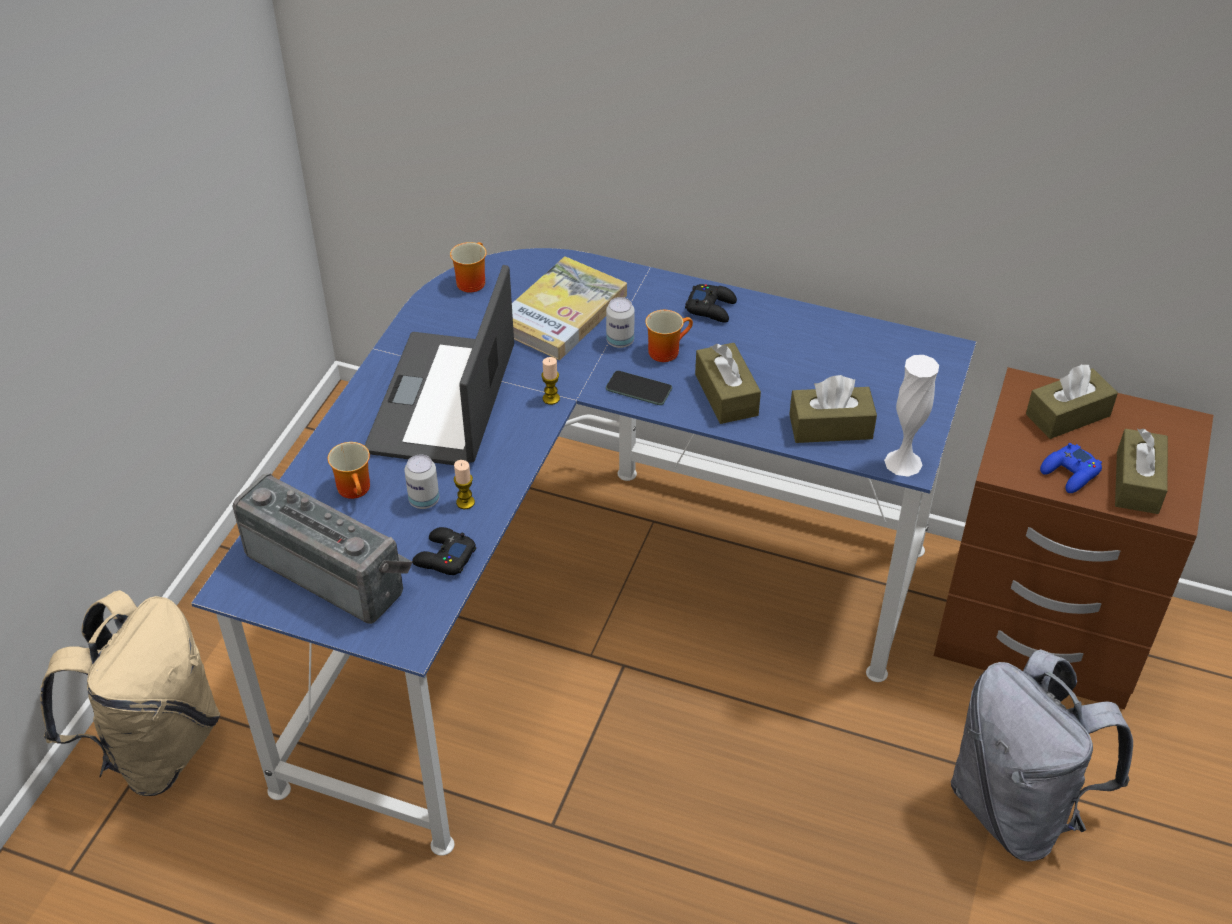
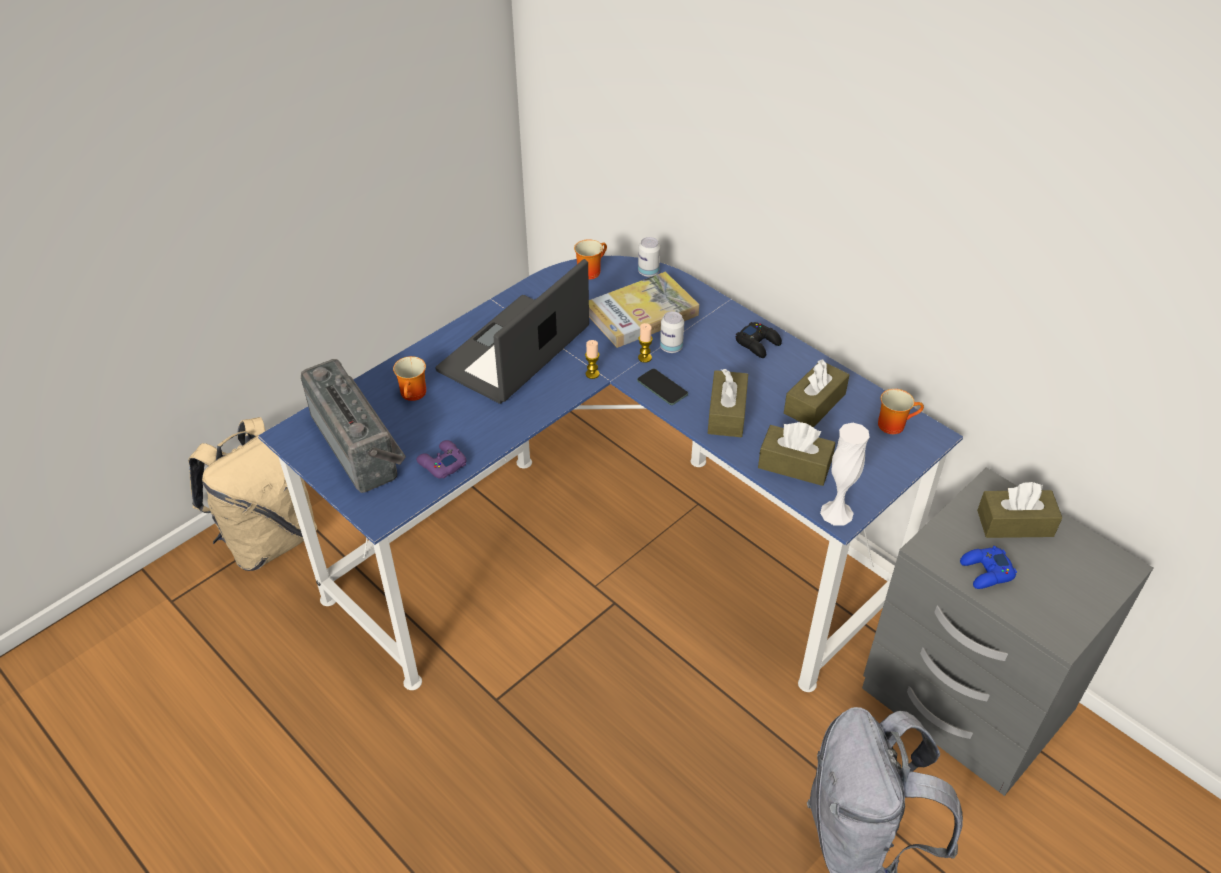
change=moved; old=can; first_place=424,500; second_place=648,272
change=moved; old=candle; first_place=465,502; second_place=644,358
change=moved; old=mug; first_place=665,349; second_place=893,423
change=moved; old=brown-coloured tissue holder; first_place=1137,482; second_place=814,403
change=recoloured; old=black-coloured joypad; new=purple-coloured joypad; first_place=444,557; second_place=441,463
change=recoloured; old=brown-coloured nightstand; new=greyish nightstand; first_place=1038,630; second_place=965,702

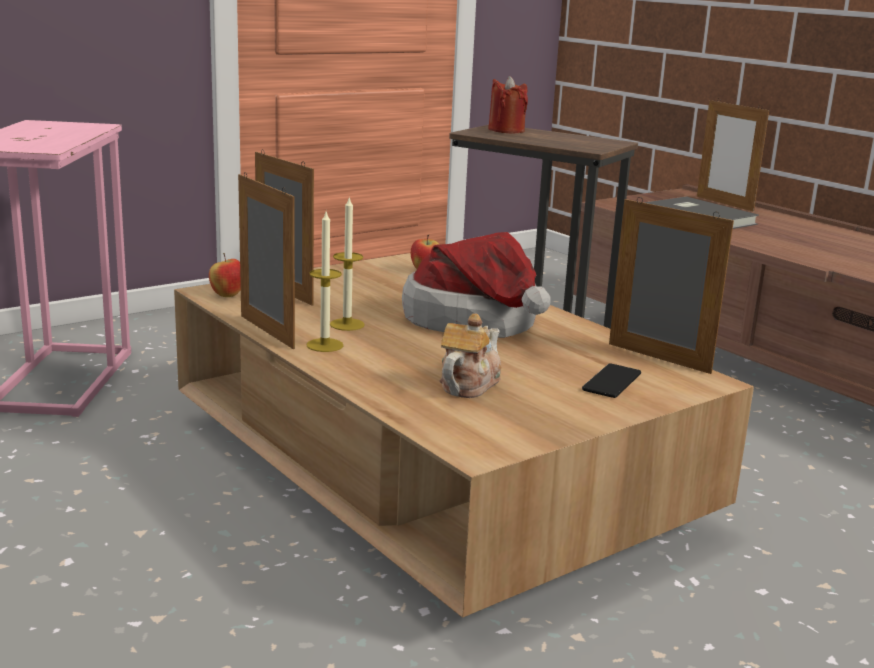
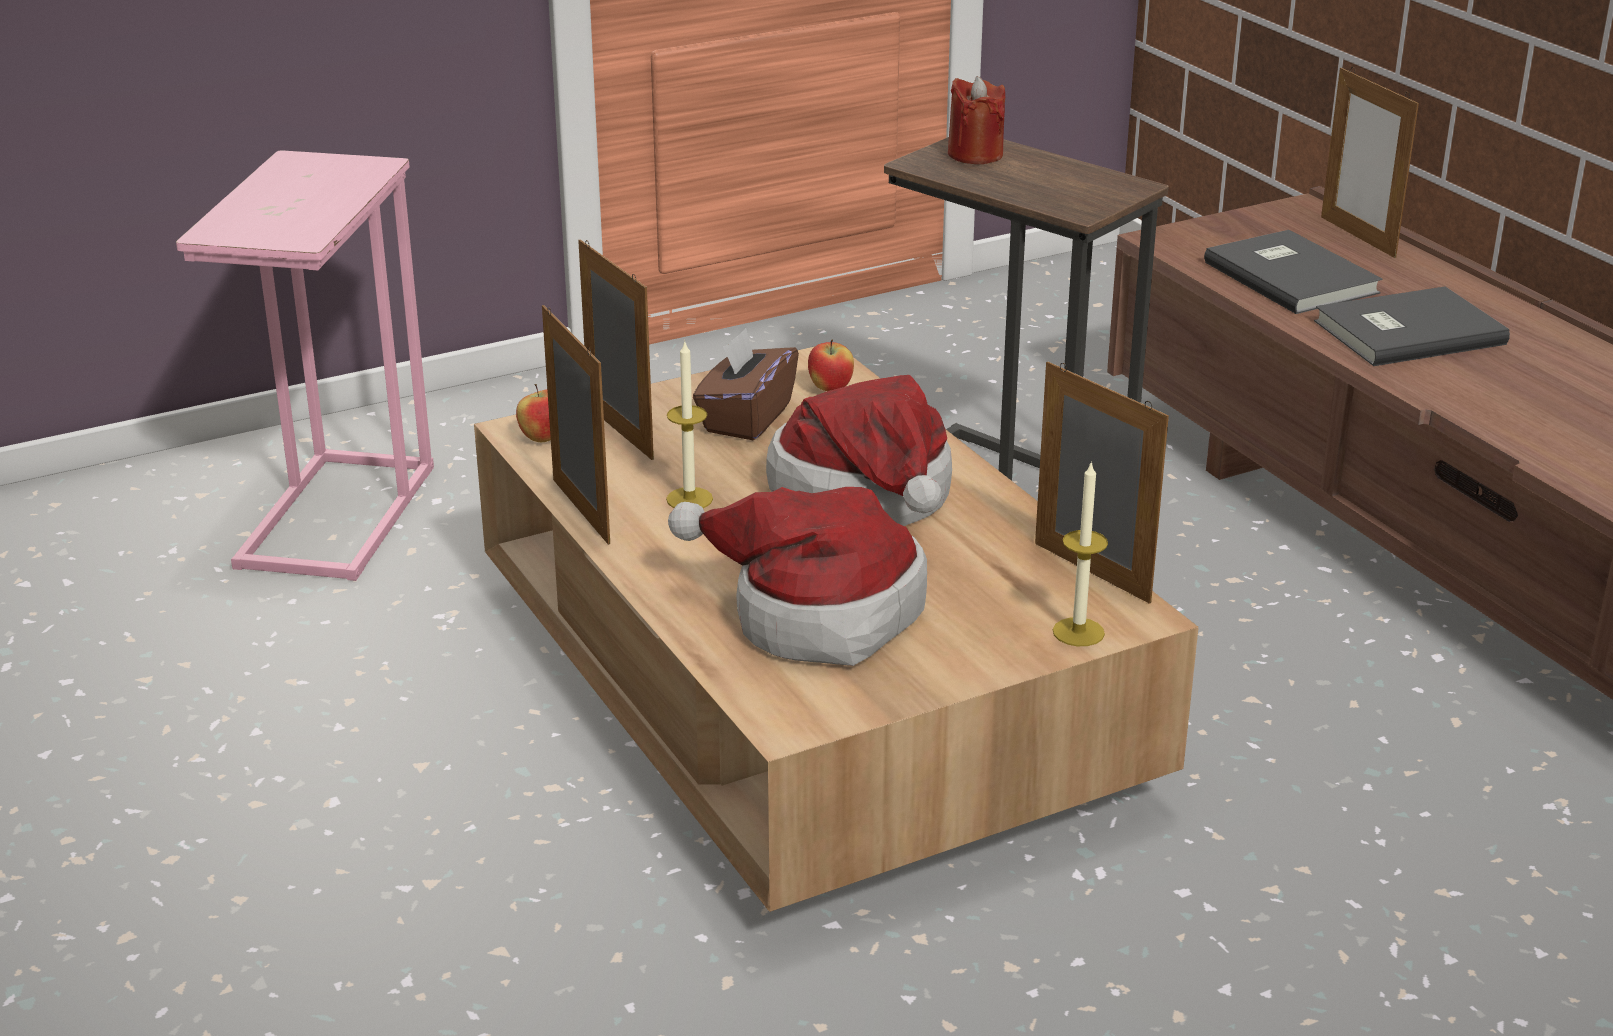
change=removed; old=handset; first_place=611,382
change=added; new=brown-coloured tissue holder; second_place=746,418
change=added; new=greyish bound book; second_place=1404,331
change=moved; old=candle; first_place=325,345; second_place=1078,632
change=replaced; old=pot for tea; new=hat; first_place=468,385; second_place=814,614

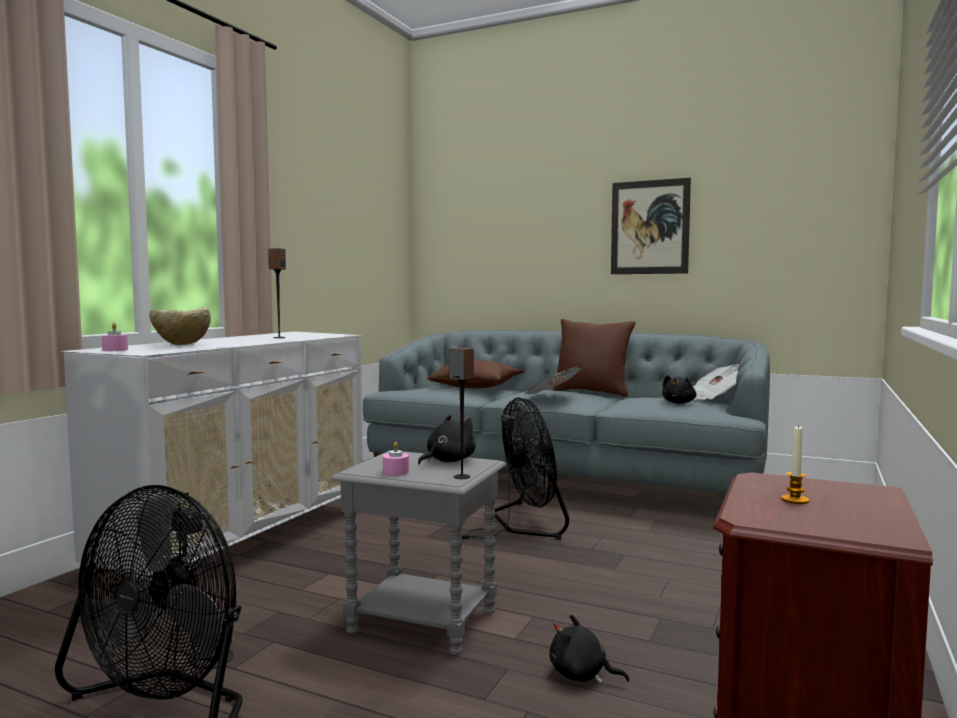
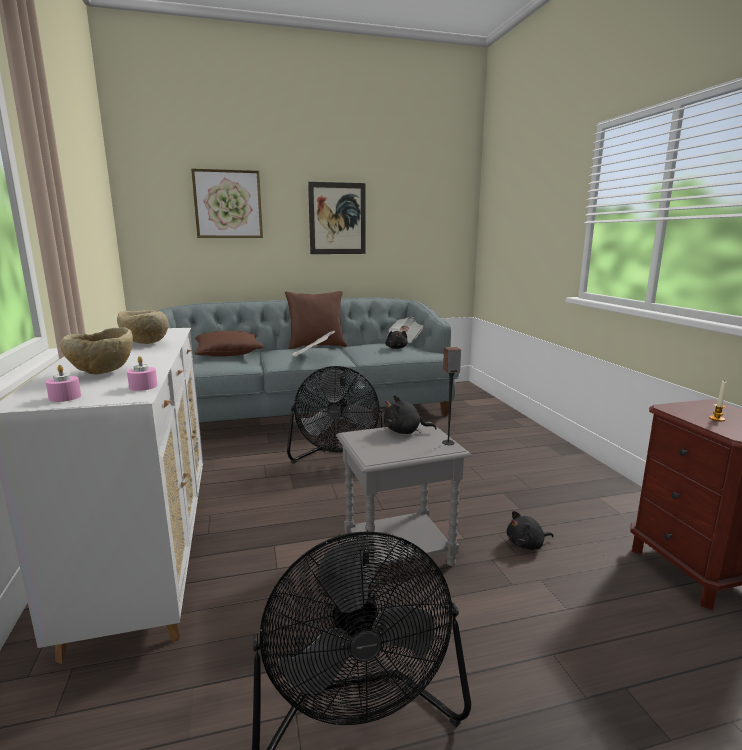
change=added; new=wall art; second_place=228,204
change=moved; old=pink-coloured candle; first_place=395,472; second_place=143,386
change=replaced; old=speaker; new=beige deep dish; first_place=279,337; second_place=144,344
change=turned; old=black-coloured cuddly toy; first_place=448,461; second_place=405,431; degrees=-90
change=turned; old=black-coloured electric fan; first_place=517,523; second_place=335,456; degrees=150

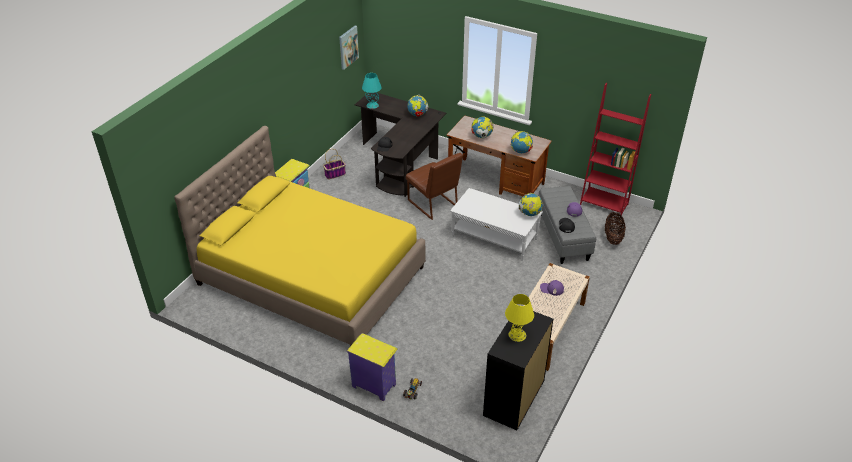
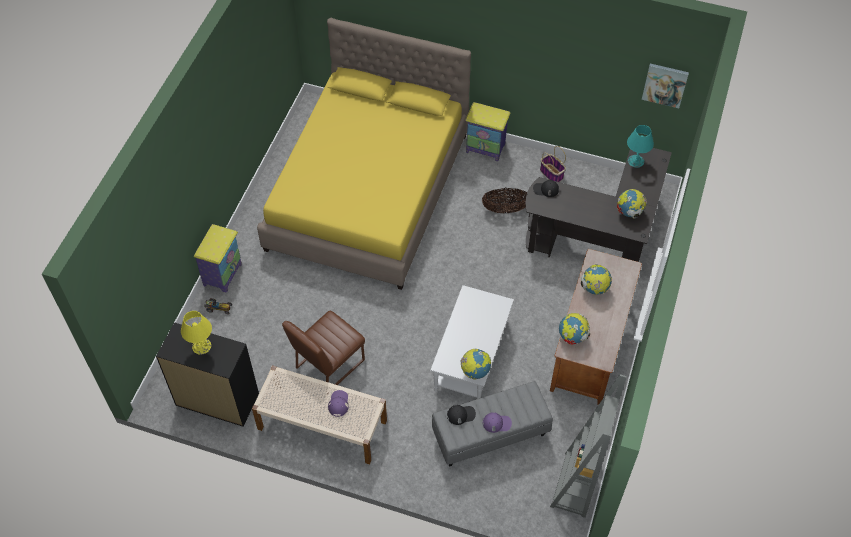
change=moved; old=brown-coloured plain chair; first_place=433,204; second_place=328,365
change=moved; old=storage basket; first_place=613,237; second_place=505,209
change=recoloured; old=red bookcase; new=greyish bookcase; first_place=604,204; second_place=575,485

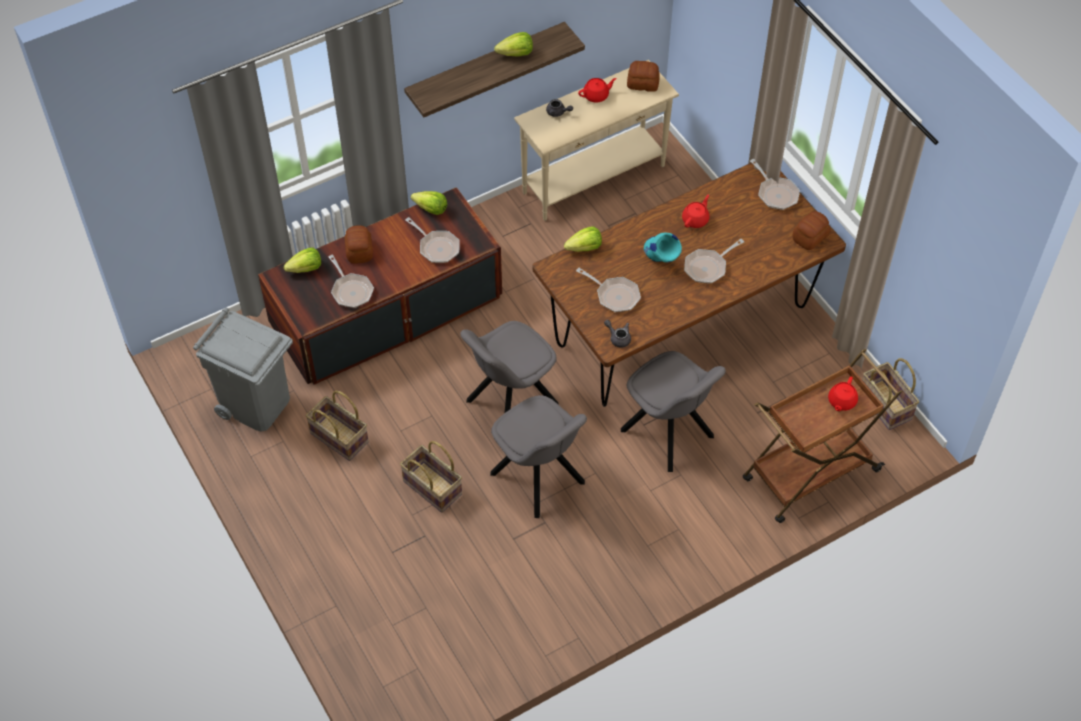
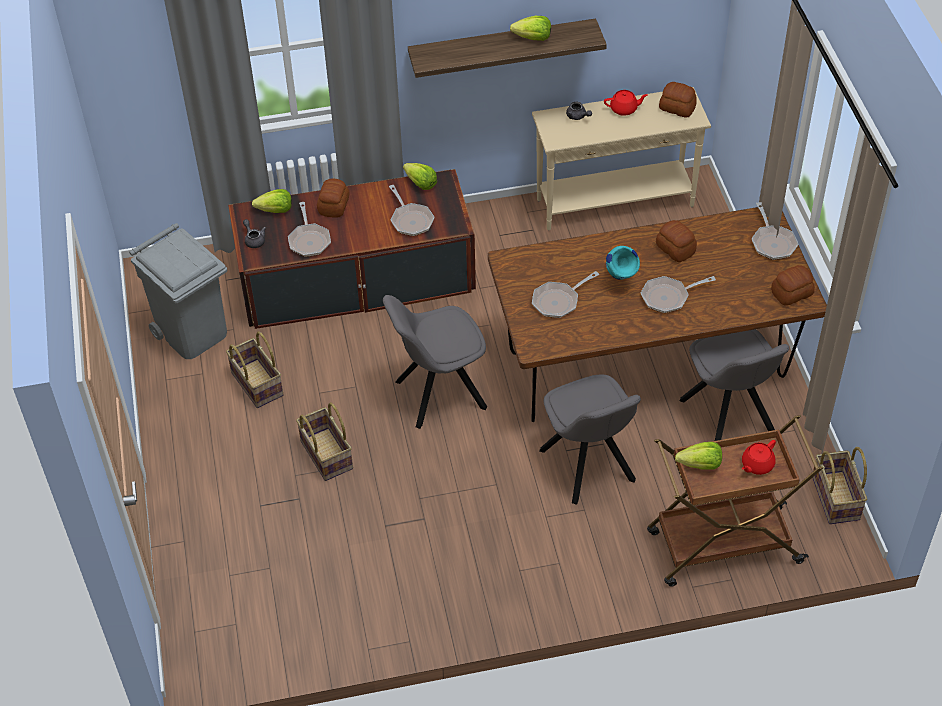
change=moved; old=greyish plain chair; first_place=538,478; second_place=728,416
change=moved; old=lettuce head; first_place=584,248; second_place=700,465
change=moved; old=greyish pot for tea; first_place=618,338; second_place=254,239
change=replaced; old=red pot for tea; new=bakery bread; first_place=695,220; second_place=675,248
change=turned; old=skillet; first_place=614,295; second_place=558,301; degrees=90

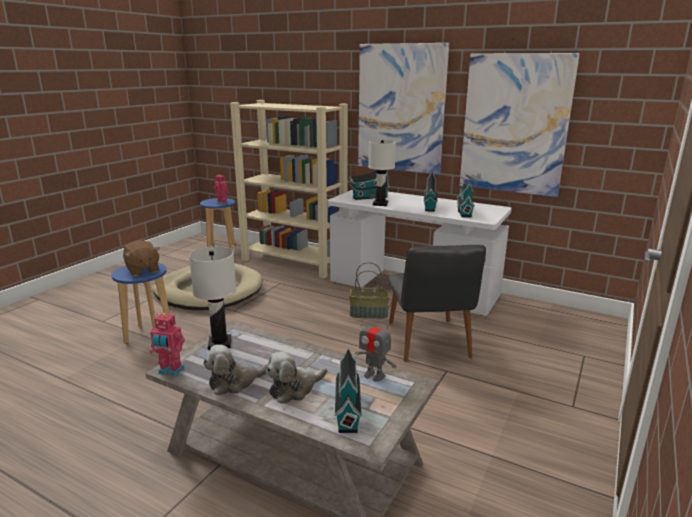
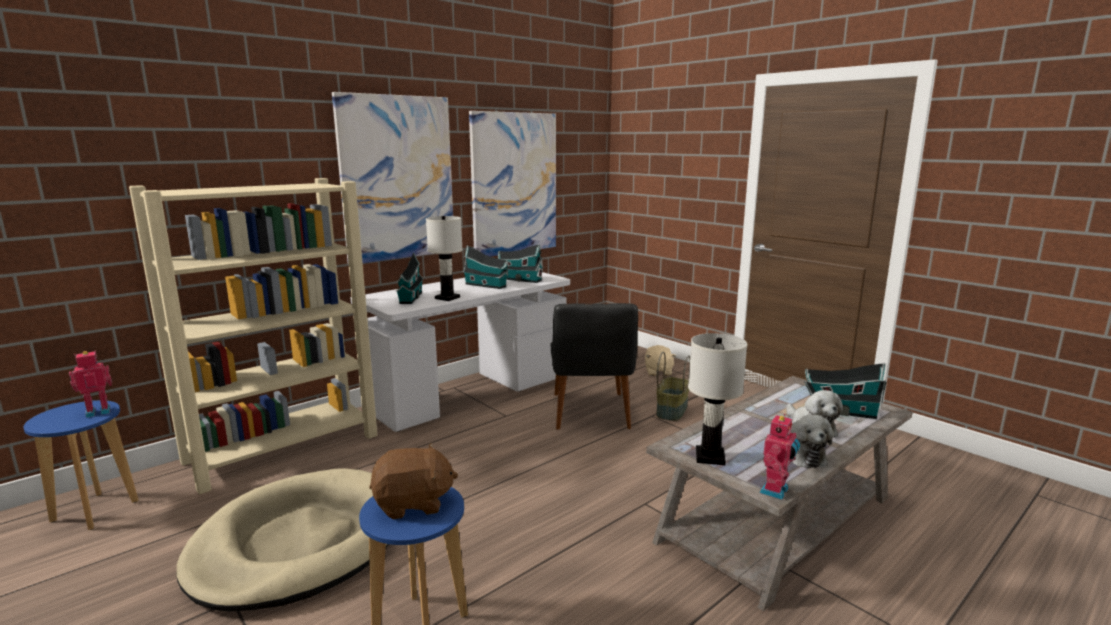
change=removed; old=toy robot; first_place=374,375
change=added; new=beige cuddly toy; second_place=658,372
change=moved; old=storage basket; first_place=369,313; second_place=671,411
change=turned; old=black-coloured plain chair; first_place=428,339; second_place=590,410; degrees=75

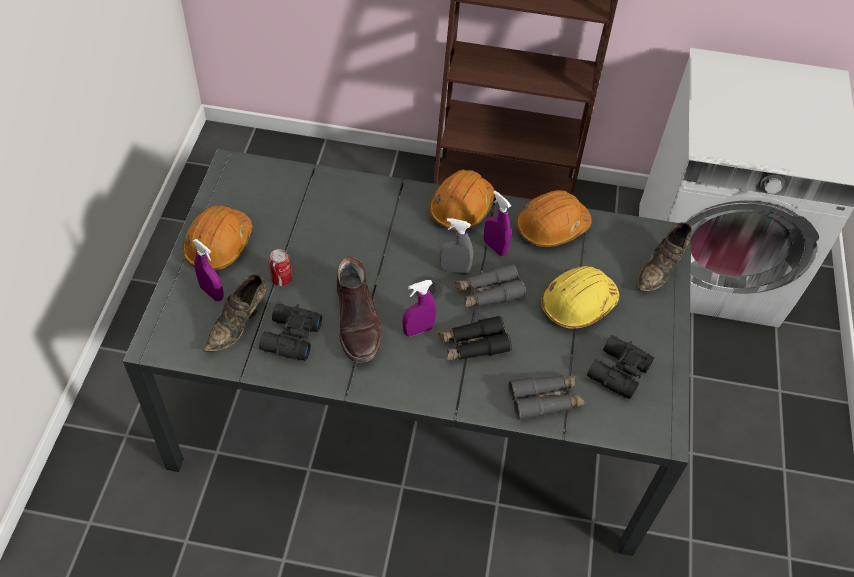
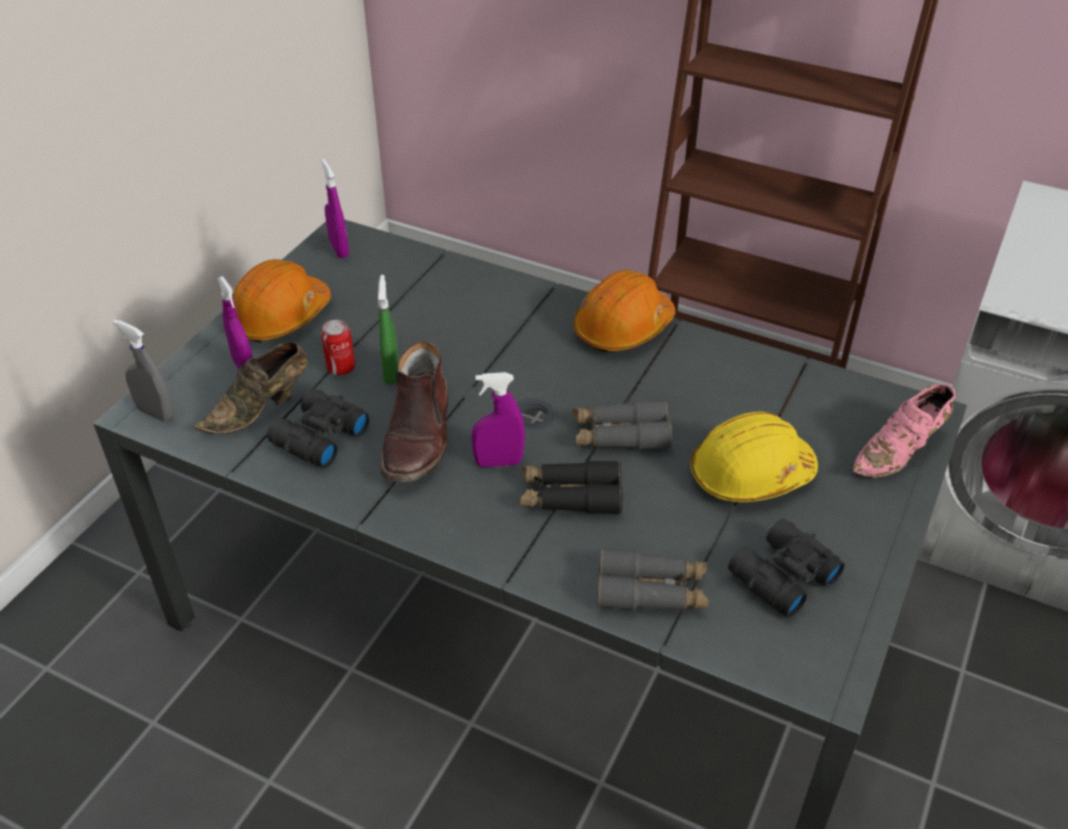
change=removed; old=orange safety helmet; first_place=551,227
change=added; new=green-coloured spray bottle; second_place=391,372
change=moved; old=greyish spray bottle; first_place=454,270; second_place=156,413
change=moved; old=purple-coloured spray bottle; first_place=495,247; second_place=339,249
change=recoloured; old=brown-coloured low shoe; new=pink-coloured low shoe; first_place=661,268; second_place=900,452

